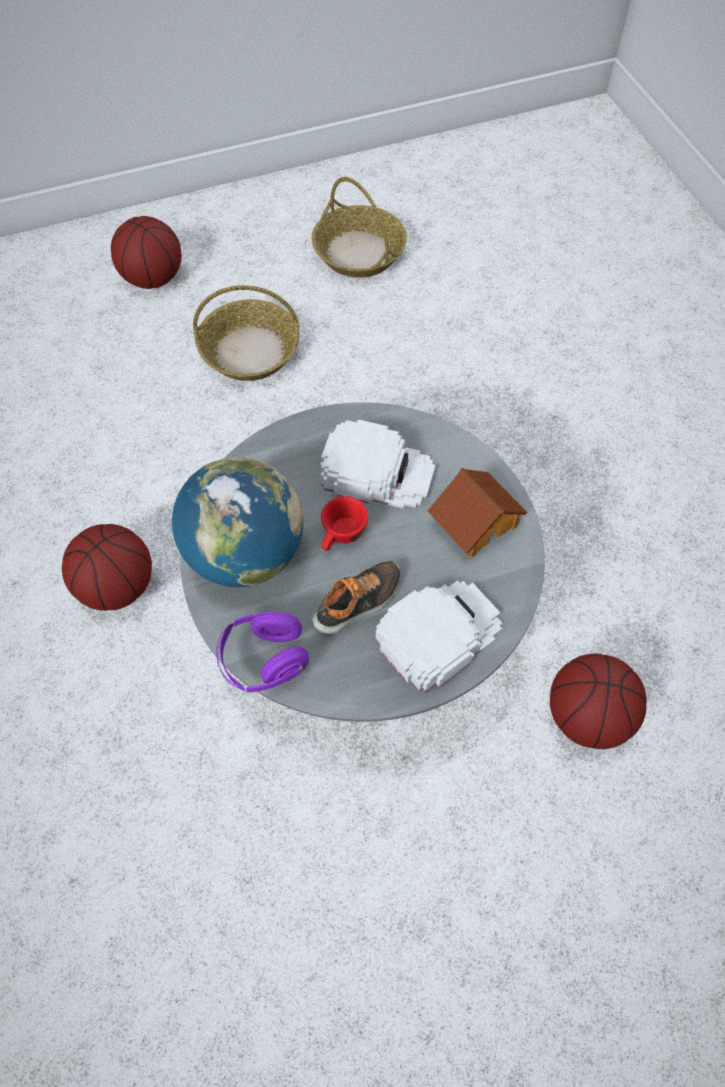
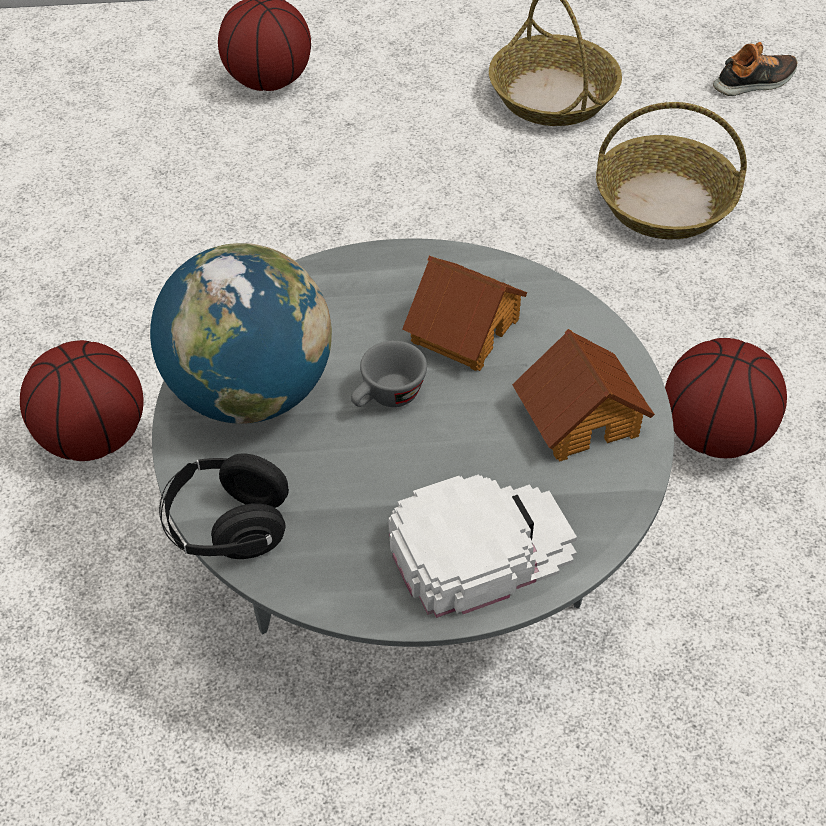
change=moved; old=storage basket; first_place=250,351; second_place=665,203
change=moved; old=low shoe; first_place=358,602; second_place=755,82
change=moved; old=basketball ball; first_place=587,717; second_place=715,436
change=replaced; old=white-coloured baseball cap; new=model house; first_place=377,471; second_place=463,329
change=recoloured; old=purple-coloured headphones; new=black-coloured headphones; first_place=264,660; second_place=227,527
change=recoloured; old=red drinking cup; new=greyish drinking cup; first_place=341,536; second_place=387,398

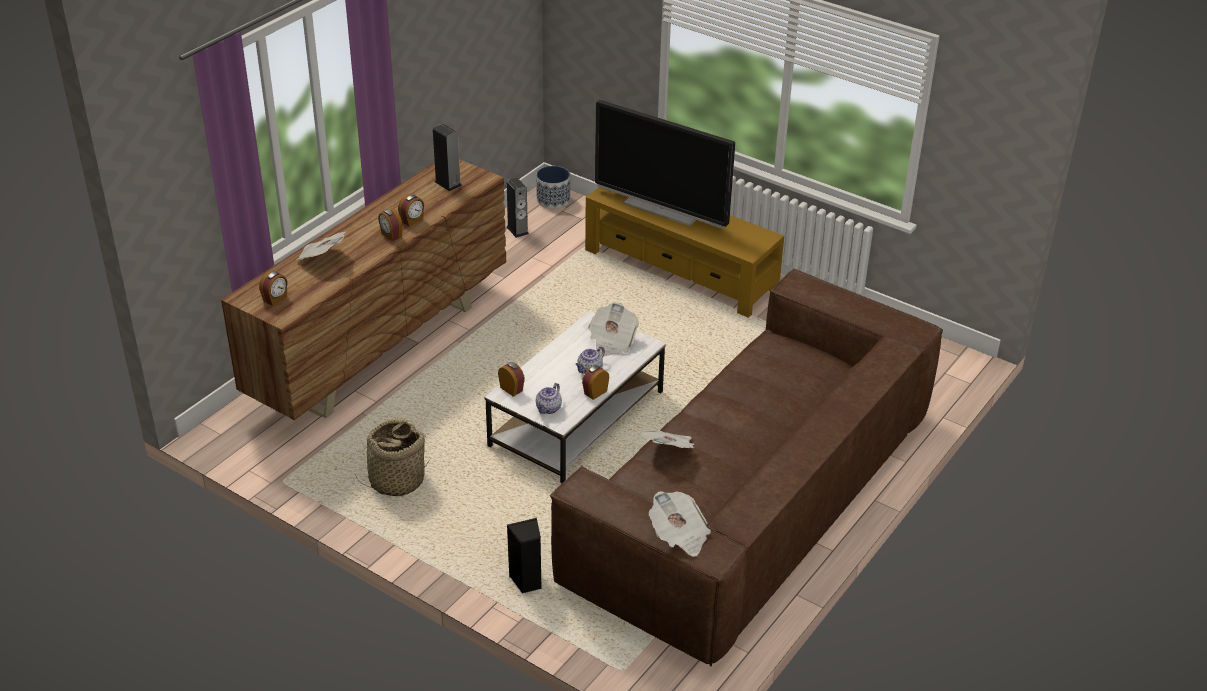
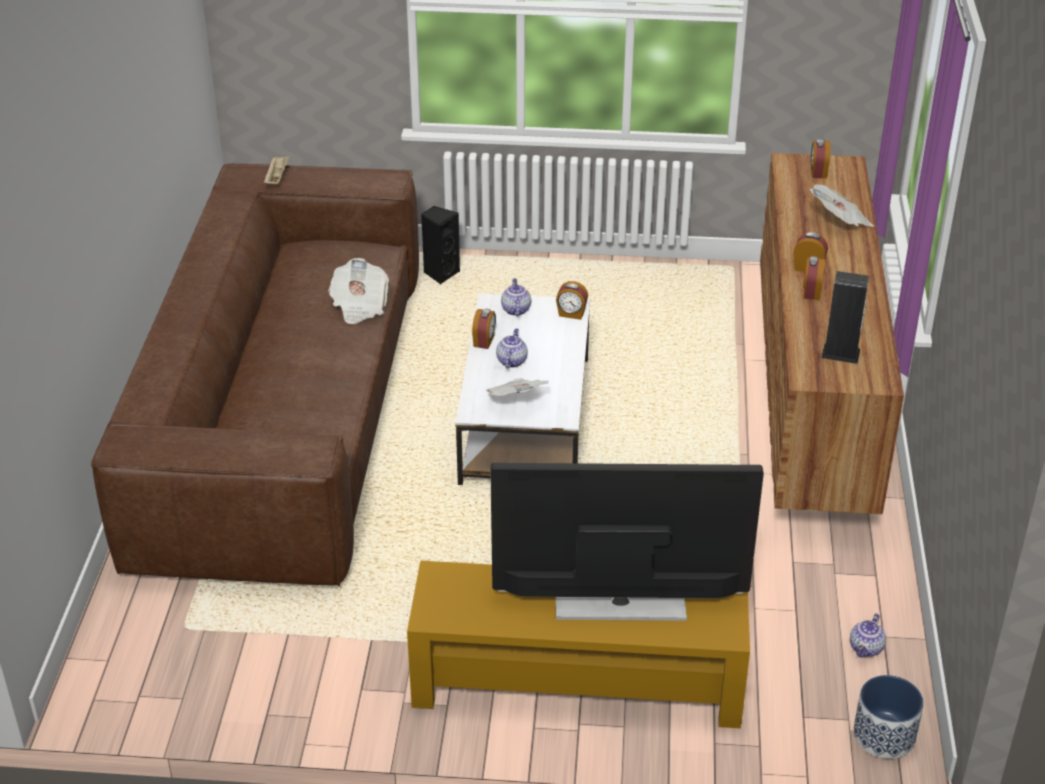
change=removed; old=storage basket; first_place=396,480
change=replaced; old=speaker; new=pot for tea; first_place=517,230; second_place=866,649
change=replaced; old=daily paper; new=beige carrying tray; first_place=679,535; second_place=277,178

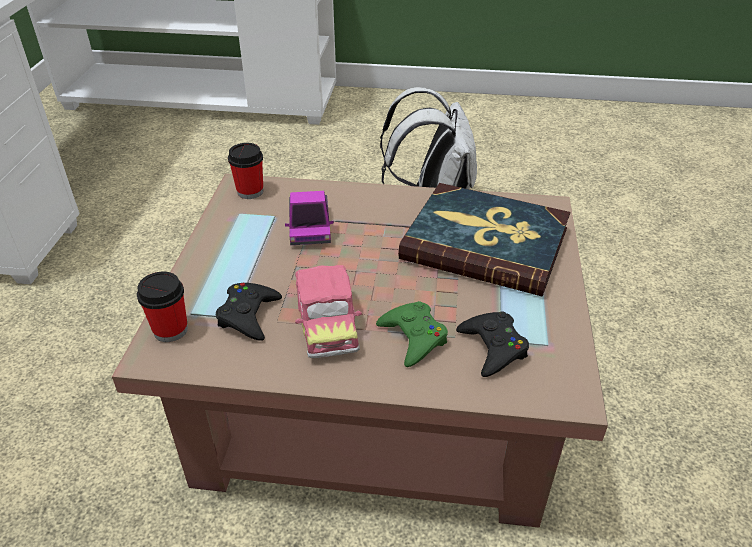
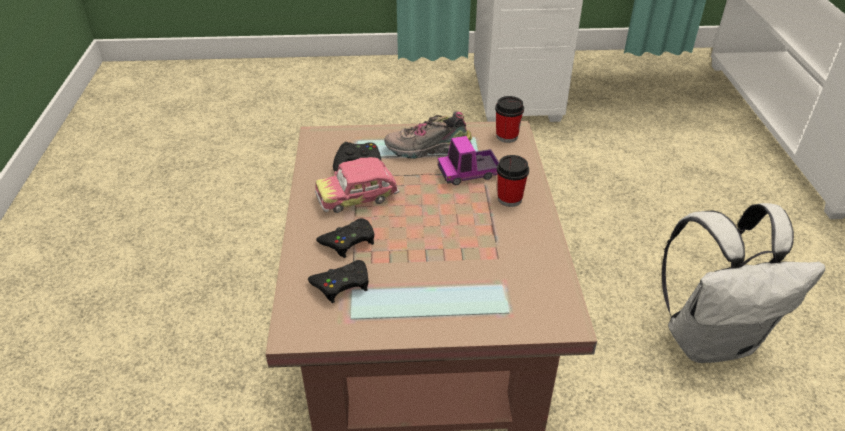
change=removed; old=bound book; first_place=485,243
change=added; new=low shoe; second_place=428,150
change=moved; old=drinking cup; first_place=170,330; second_place=509,199
change=recoloured; old=green-coloured joypad; new=black-coloured joypad; first_place=413,337; second_place=348,241

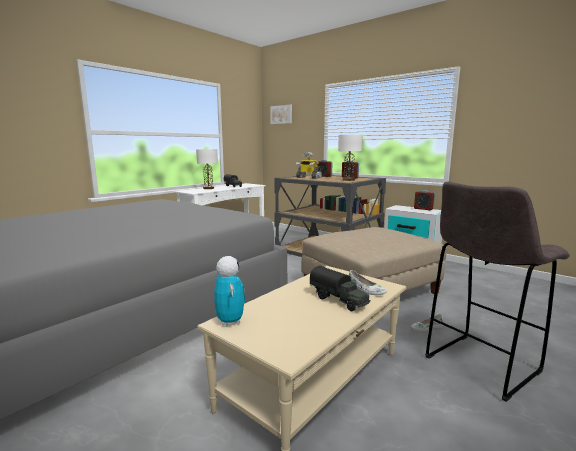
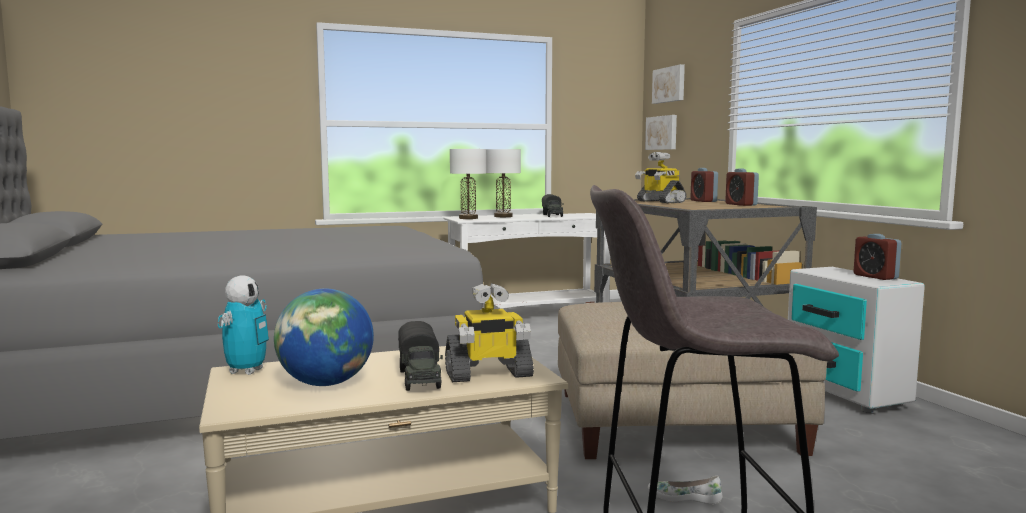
change=added; new=world globe; second_place=326,384
change=added; new=wall art; second_place=662,133
change=moved; old=table lamp; first_place=348,180; second_place=468,218
change=replaced; old=white-coloured low shoe; new=toy robot; first_place=365,290; second_place=488,374

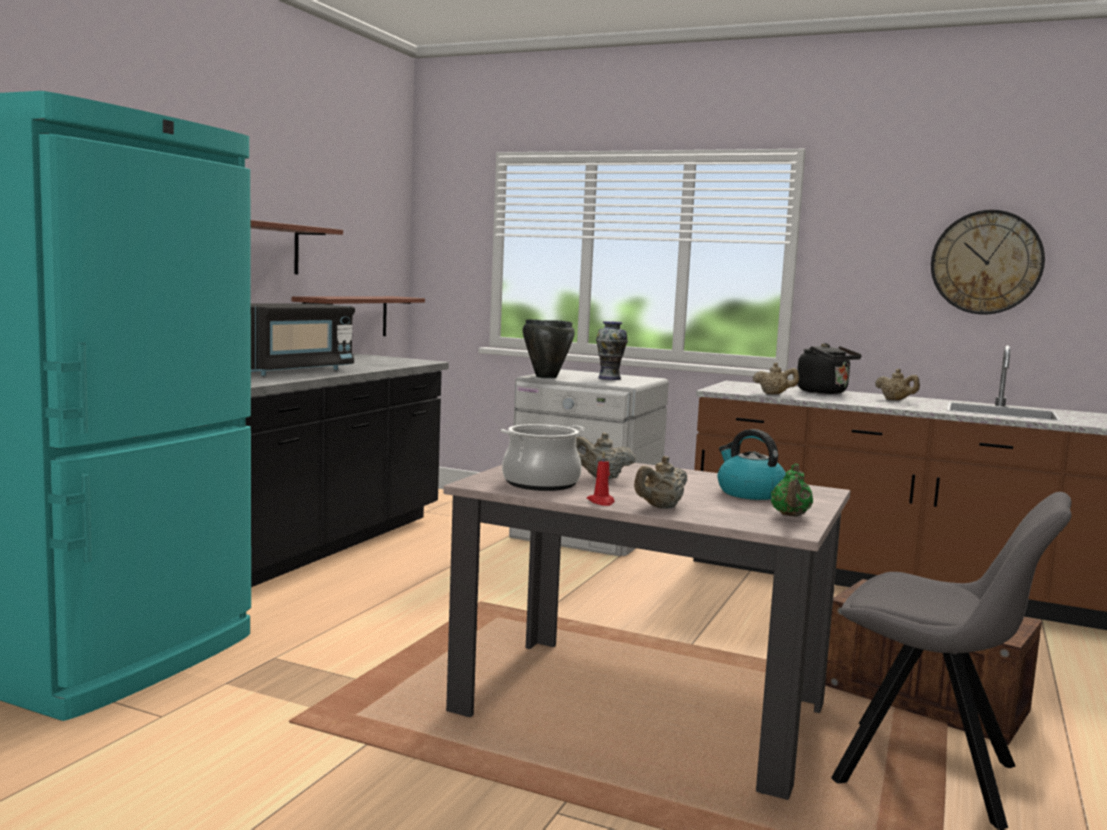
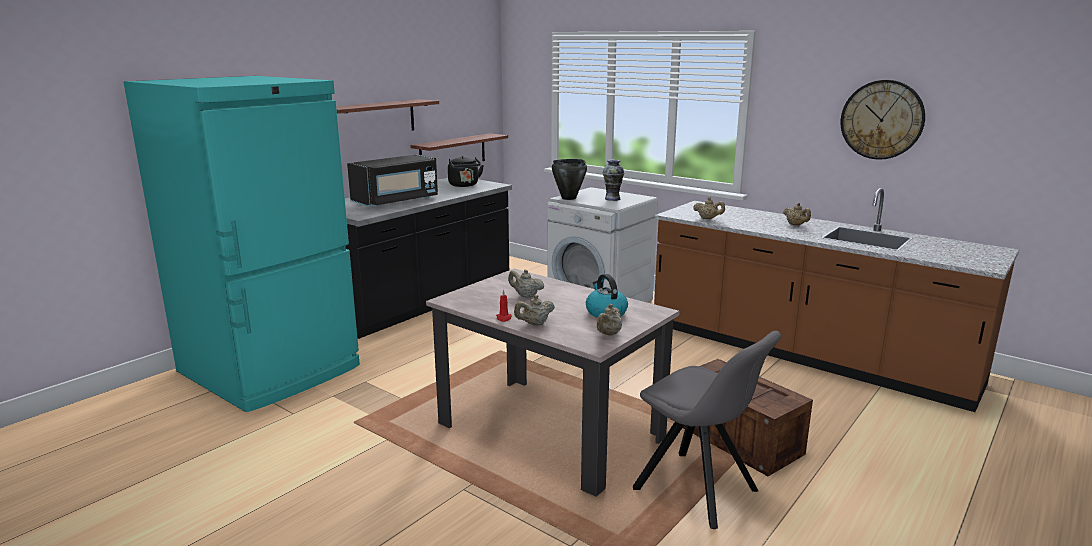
change=removed; old=cooking pot; first_place=541,483
change=moved; old=black-coloured tea kettle; first_place=825,392; second_place=464,185
change=recoloured; old=green-coloured pot for tea; new=beige pot for tea; first_place=790,516; second_place=608,334

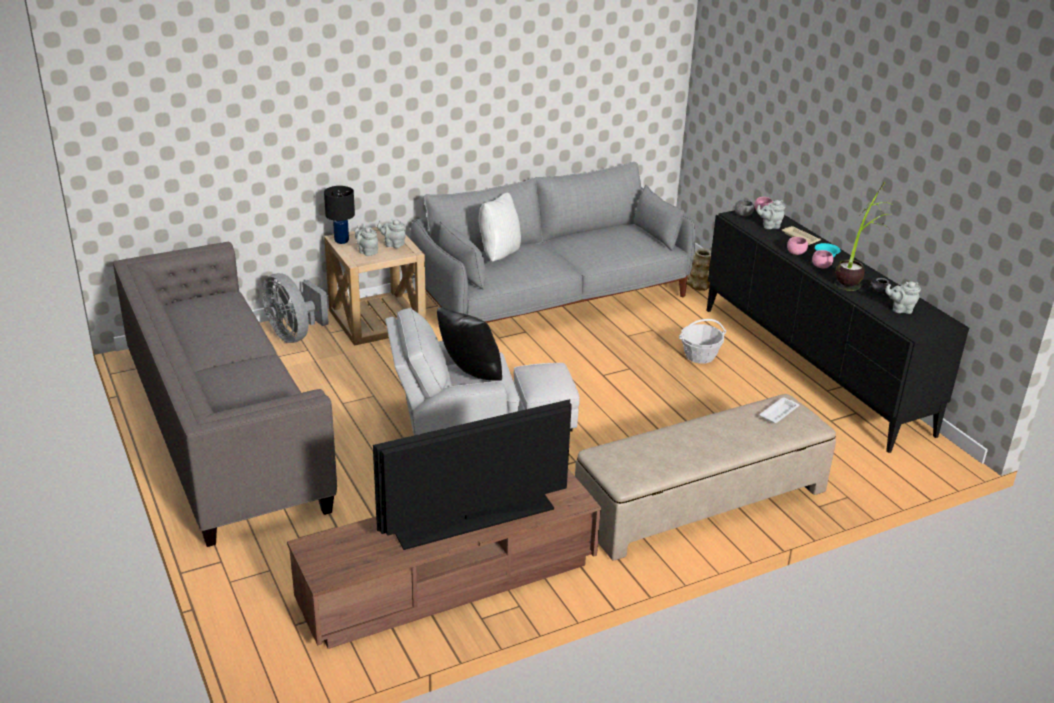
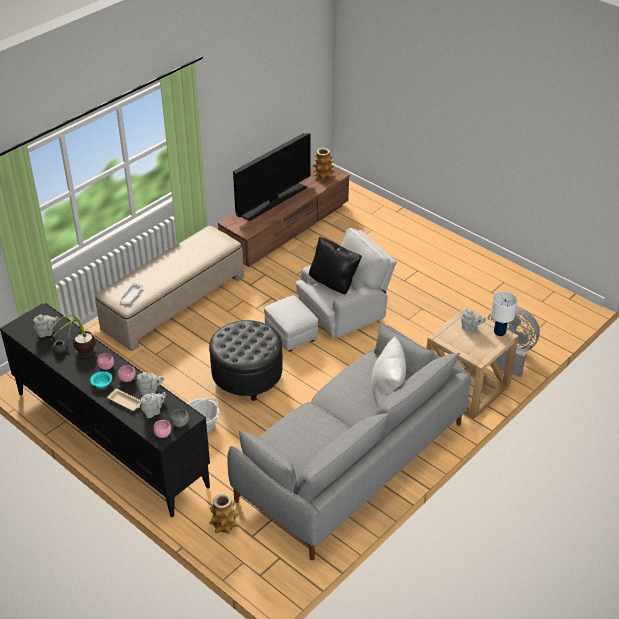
change=removed; old=greyish couch; first_place=224,430
change=added; new=black-coloured footrest; second_place=247,378
change=added; new=decorative vase; second_place=323,174
change=moved; old=greyish pot for tea; first_place=393,244; second_place=150,391
change=recoloured; old=black-coloured table lamp; new=white-coloured table lamp; first_place=341,241; second_place=499,332

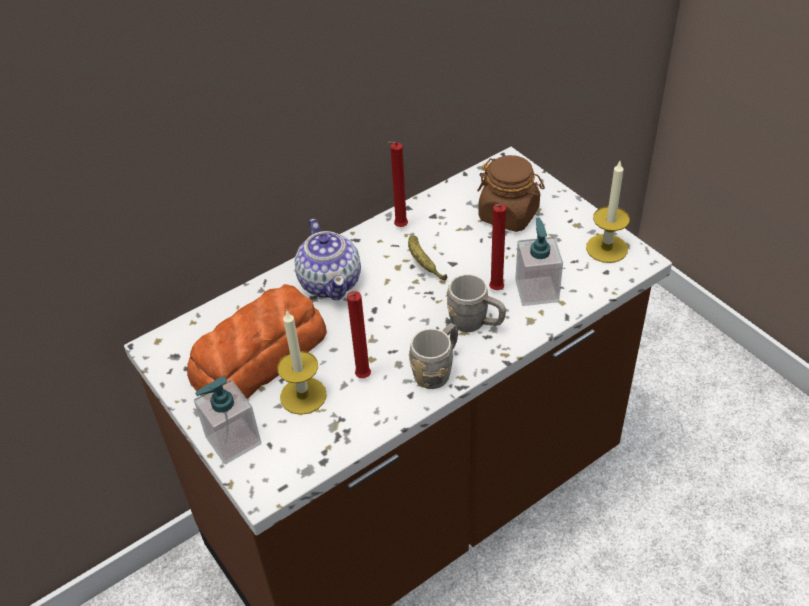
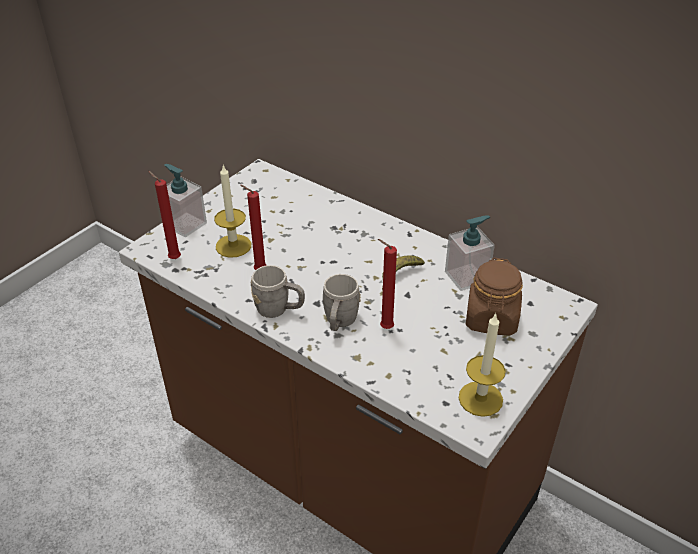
change=removed; old=bakery bread; first_place=257,357
change=removed; old=pot for tea; first_place=330,282
change=moved; old=red candle; first_place=399,228; second_place=173,258
change=moved; old=liquid soap bottle; first_place=536,291; second_place=466,277

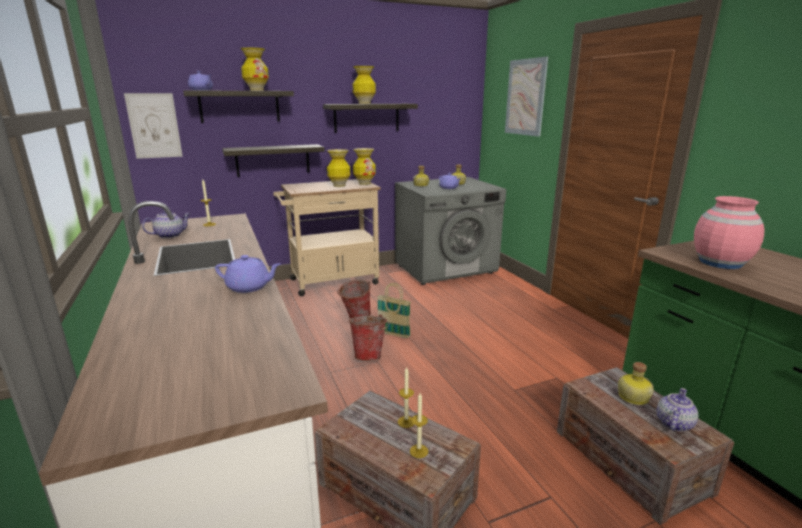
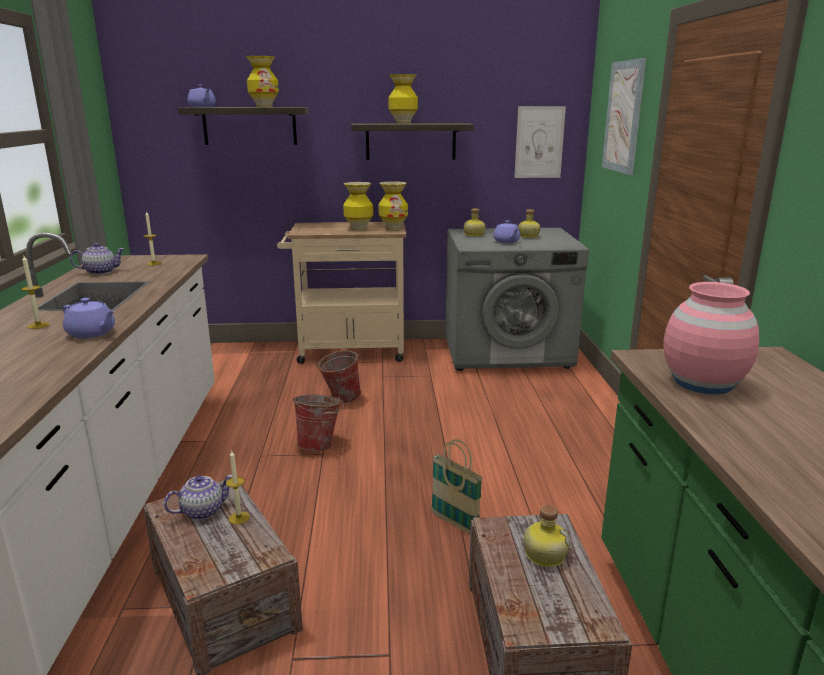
change=removed; old=bracket shelf; first_place=273,160
change=moved; old=wall art; first_place=154,126; second_place=539,142
change=moved; old=storage basket; first_place=393,334; second_place=455,523
change=moved; old=candle; first_place=419,451; second_place=38,325
change=moved; old=pot for tea; first_place=673,423; second_place=203,511

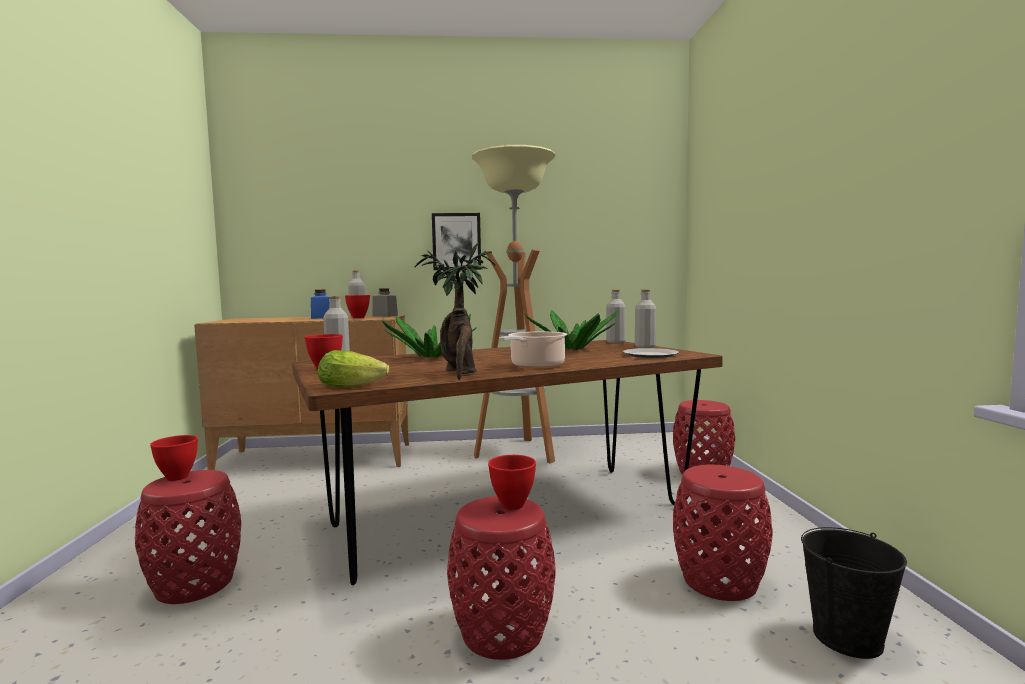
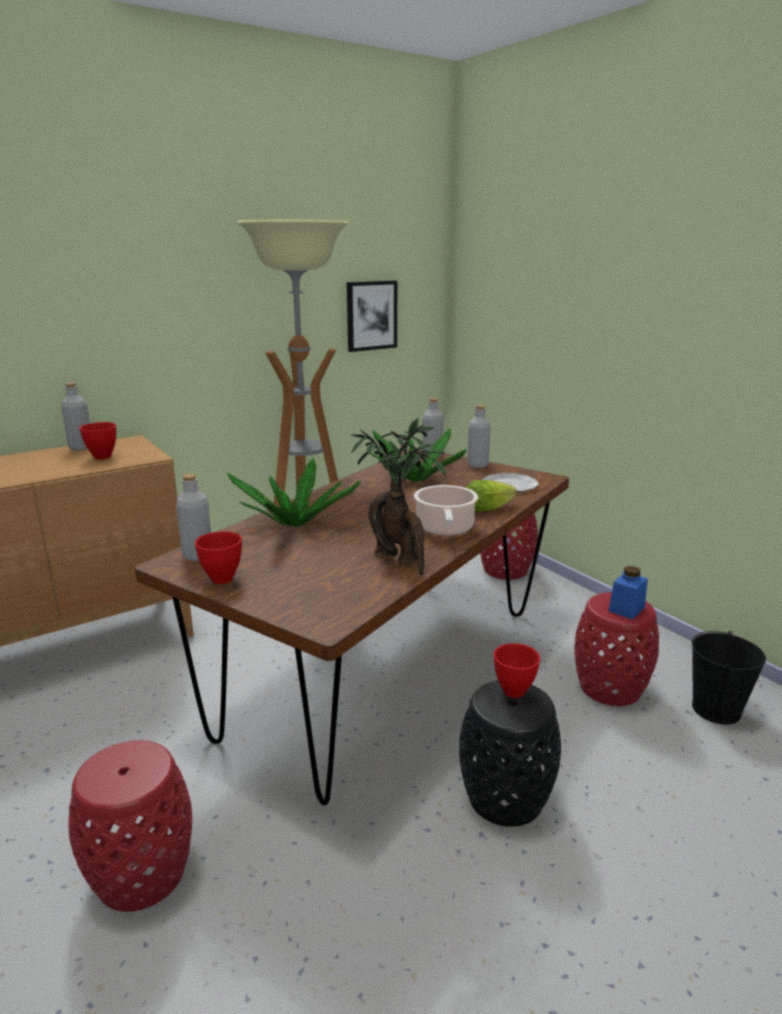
change=removed; old=red deep dish; first_place=177,477
change=removed; old=greyish jar; first_place=385,316
change=moved; old=bluish jar; first_place=321,318; second_place=626,609
change=moved; old=lettuce head; first_place=355,386; second_place=490,507
change=moved; old=wall art; first_place=456,241; second_place=371,315
change=recoloured; old=red stool seat; new=black-coloured stool seat; first_place=502,633; second_place=505,799

